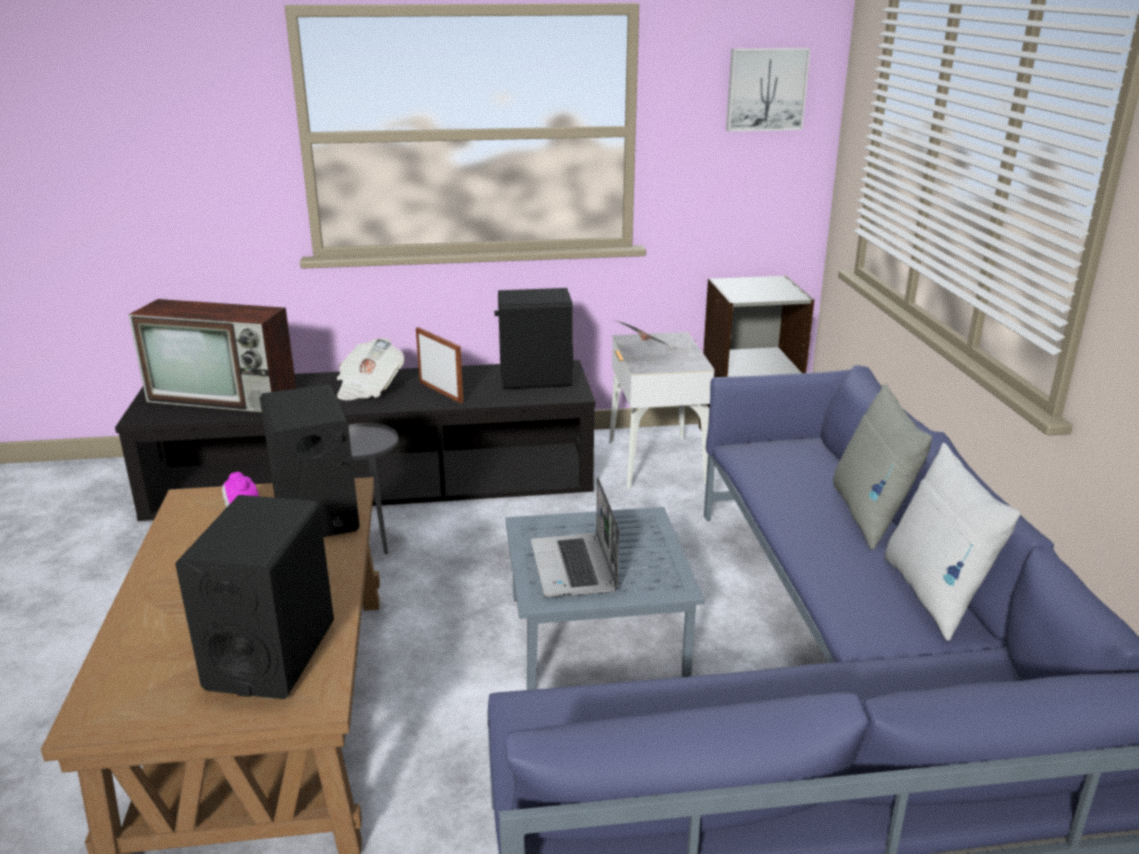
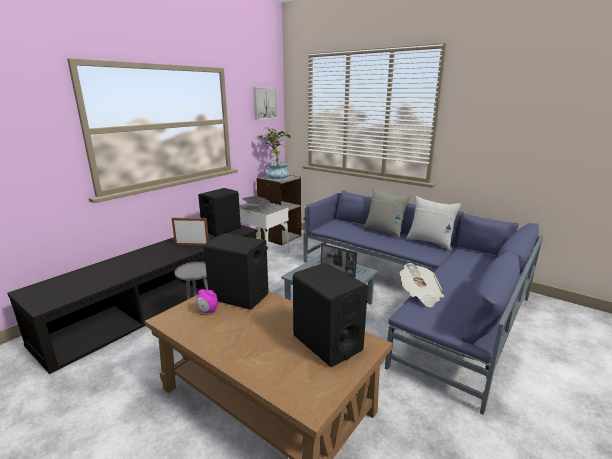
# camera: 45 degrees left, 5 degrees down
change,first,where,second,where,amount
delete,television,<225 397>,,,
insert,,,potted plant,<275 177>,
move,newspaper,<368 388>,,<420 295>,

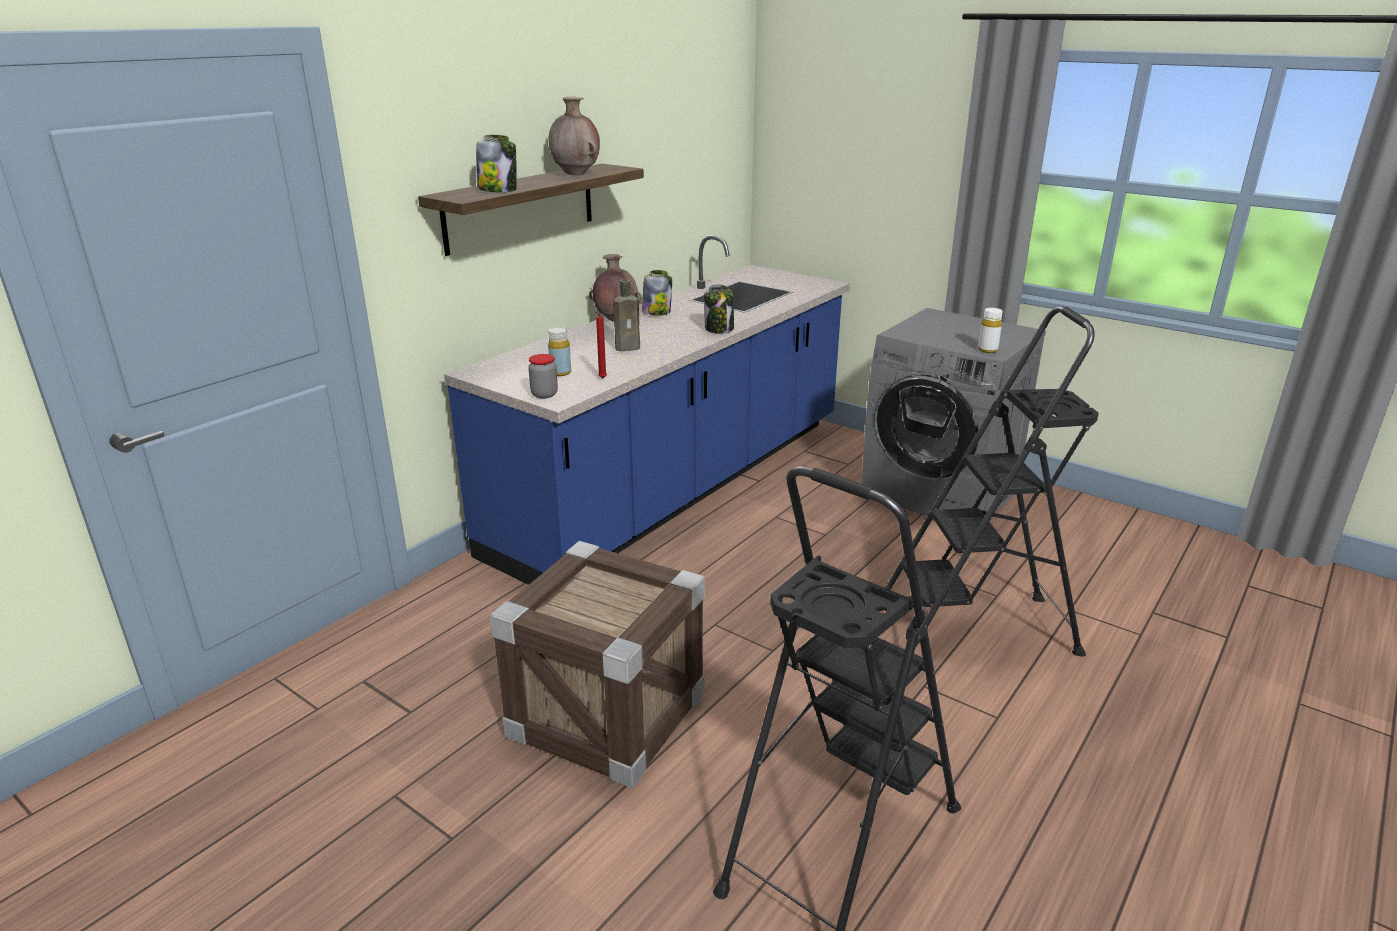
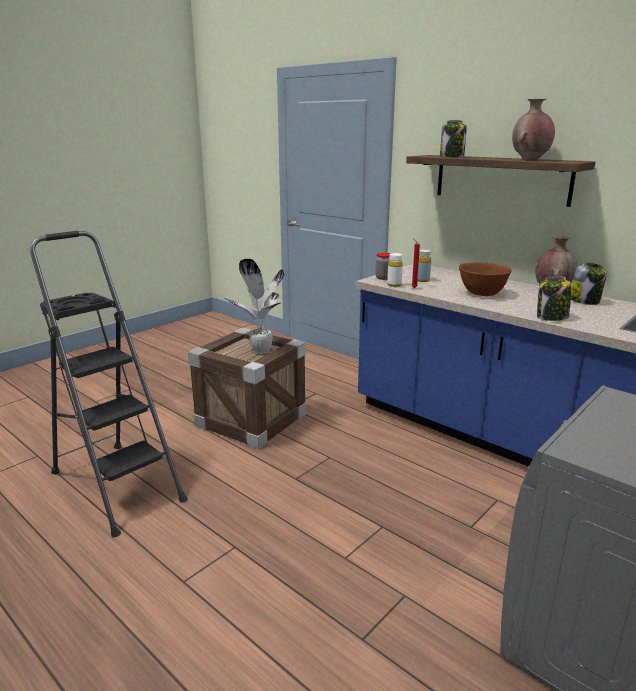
# camera: 95 degrees right, 5 degrees down
change,first,where,second,where,amount
delete,step ladder,<977 630>,,,
insert,,,potted plant,<260 352>,
move,white bottle,<987 350>,,<394 285>,
replace,brown bottle,<629 348>,brown bowl,<481 293>,

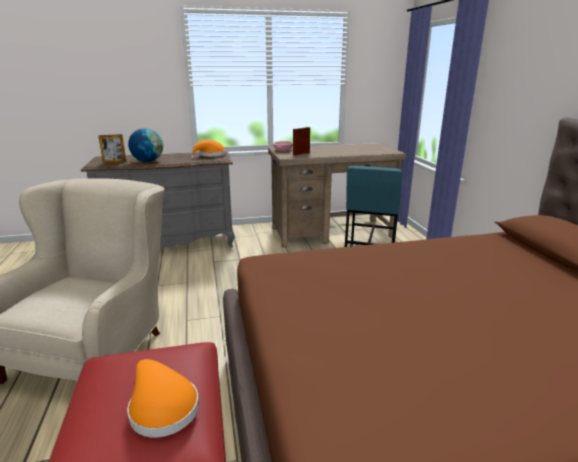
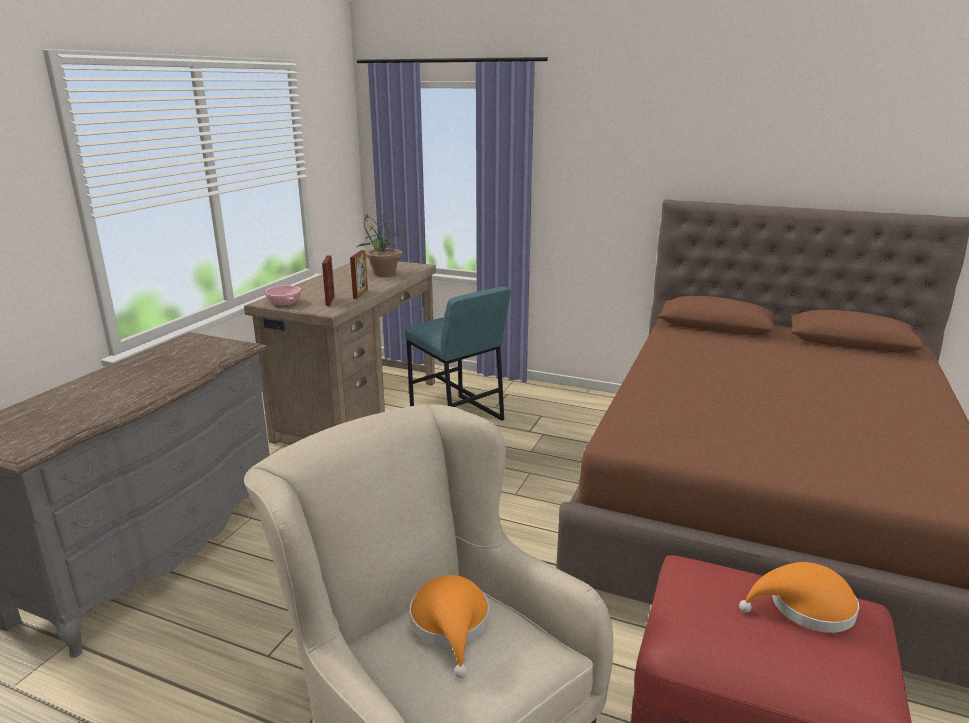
# camera: 55 degrees left, 0 degrees up
change,first,where,second,where,amount
delete,globe,<148 161>,,,
insert,,,potted plant,<383 273>,
move,picture frame,<114 162>,,<360 294>,
move,orange hat,<210 155>,,<451 625>,

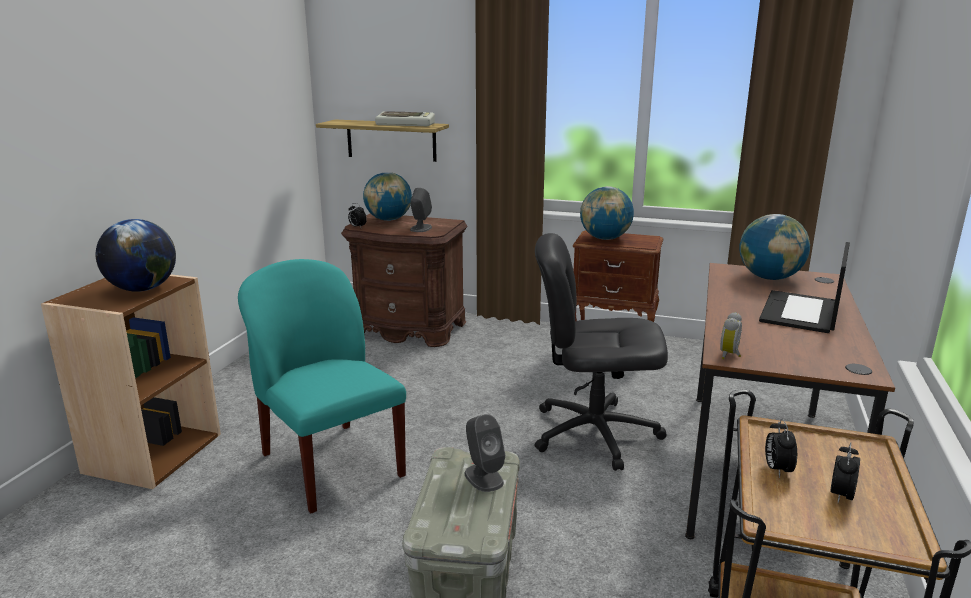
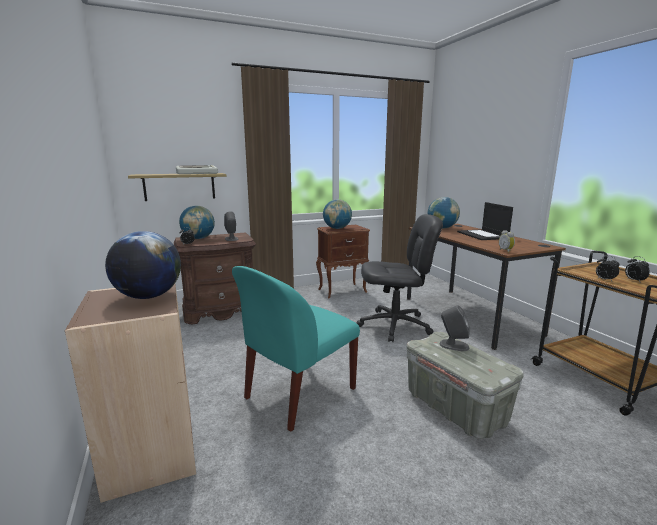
# camera: 40 degrees left, 5 degrees down
change,first,where,second,where,amount
rotate,turquoise chair,<330 464>,,<298 394>,60 degrees counterclockwise
rotate,black office chair,<594 433>,,<395 325>,150 degrees counterclockwise

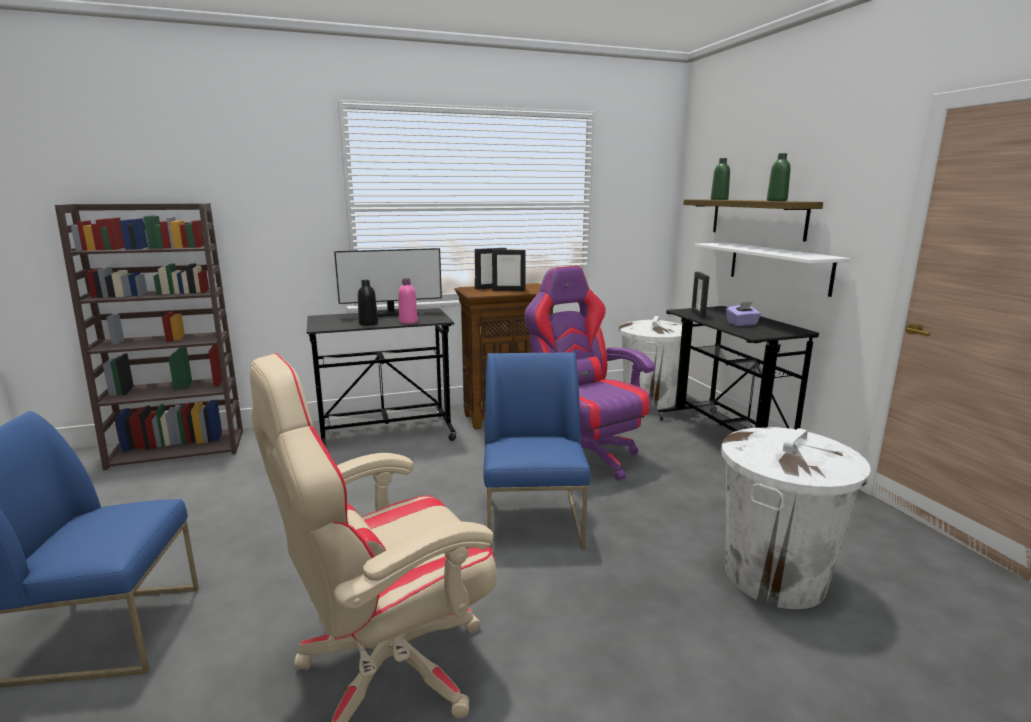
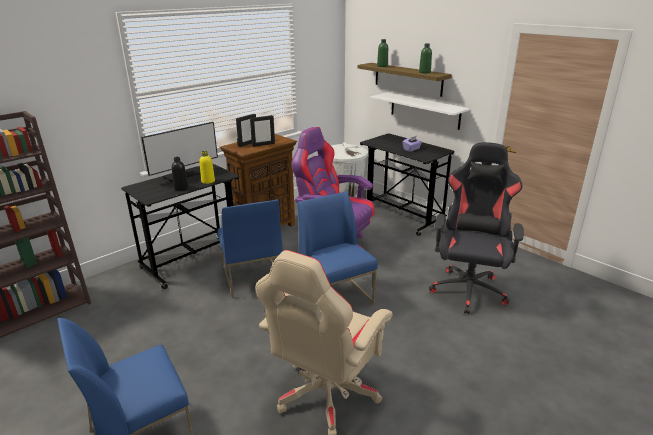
# camera: 25 degrees left, 10 degrees up
change,first,where,second,where,amount
delete,picture frame,<698 314>,,,
insert,,,blue chair,<252 277>,
replace,white trash can,<775 577>,black office chair,<468 291>,
recolor,pink bottle,<408 322>,yellow bottle,<208 181>,

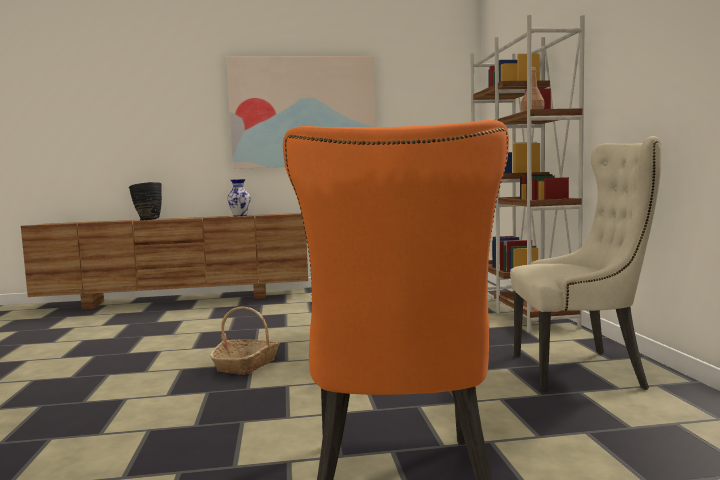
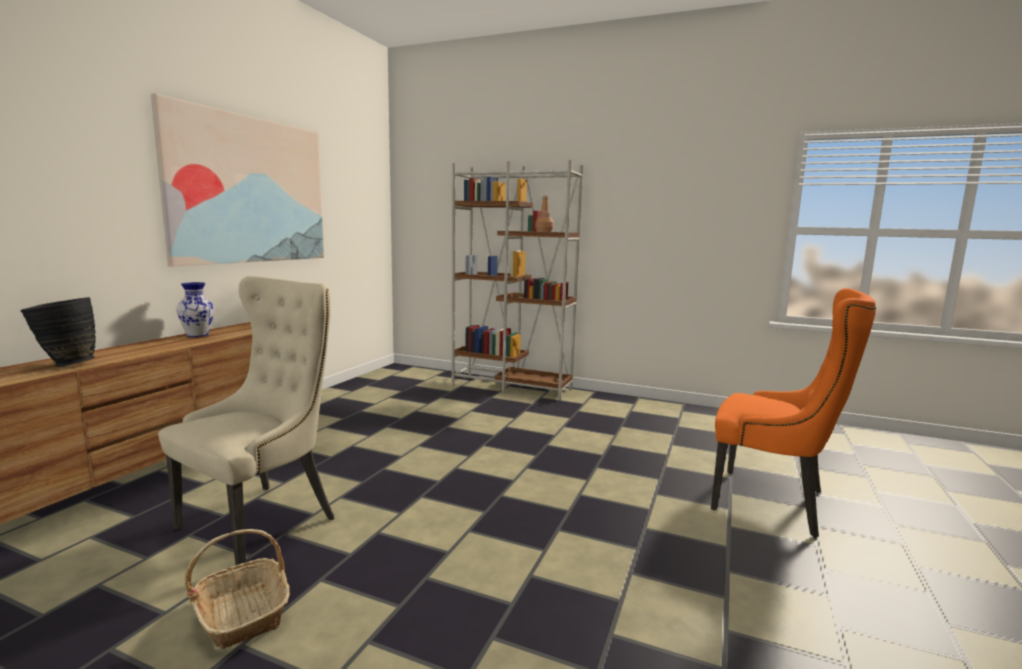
# camera: 60 degrees left, 5 degrees up
change,first,where,second,where,amount
move,basket,<247 364>,,<243 613>,
move,beige chair,<579 370>,,<260 520>,

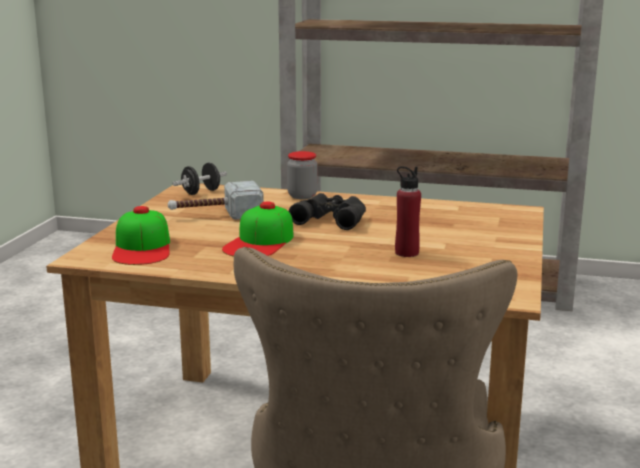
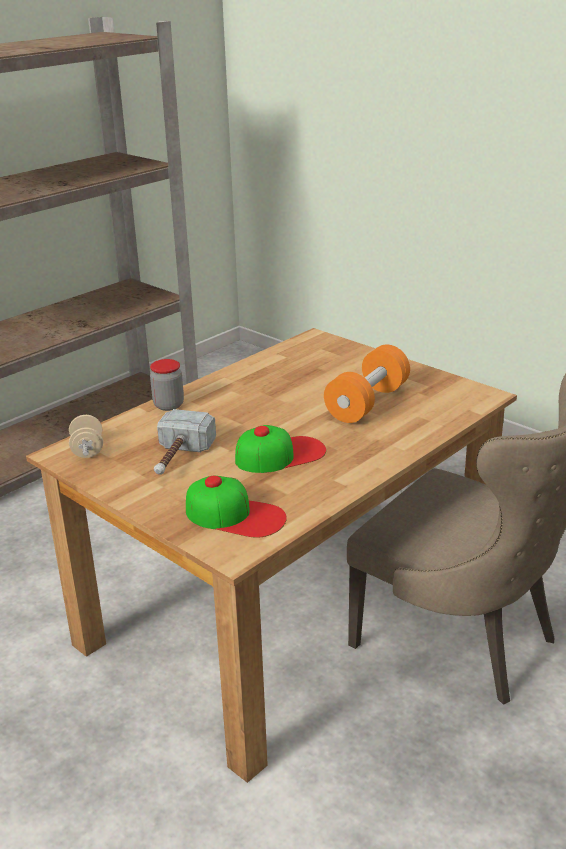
# camera: 60 degrees left, 10 degrees up
change,first,where,second,where,amount
delete,black binoculars,<332 218>,,,
replace,red bottle,<406 253>,orange dumbbell,<367 403>,
recolor,black dumbbell,<201 192>,beige dumbbell,<88 450>,
rotate,cap,<260 242>,,<280 454>,75 degrees counterclockwise

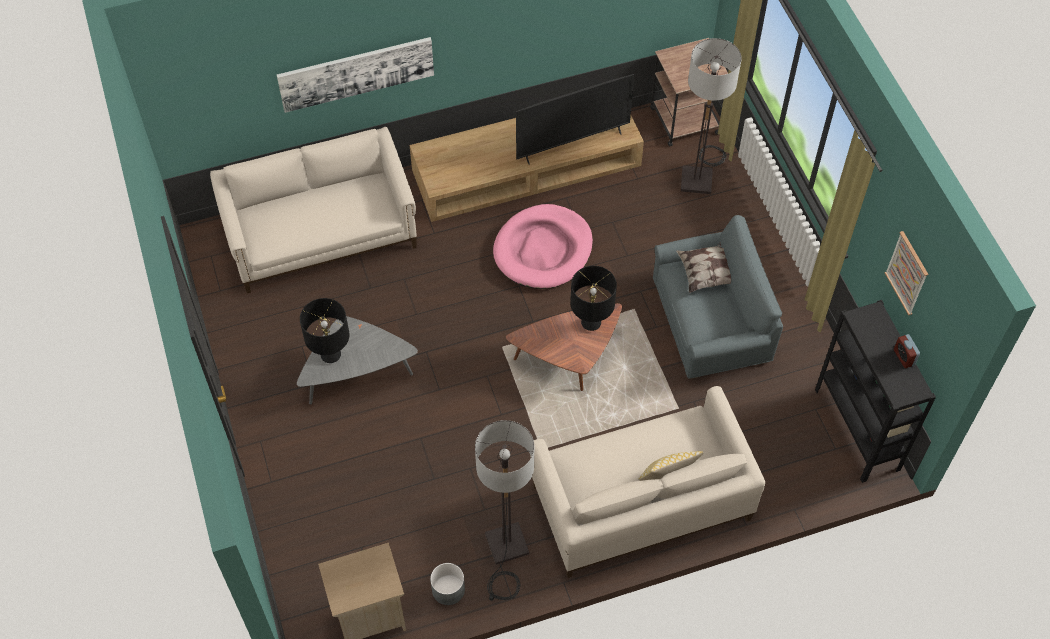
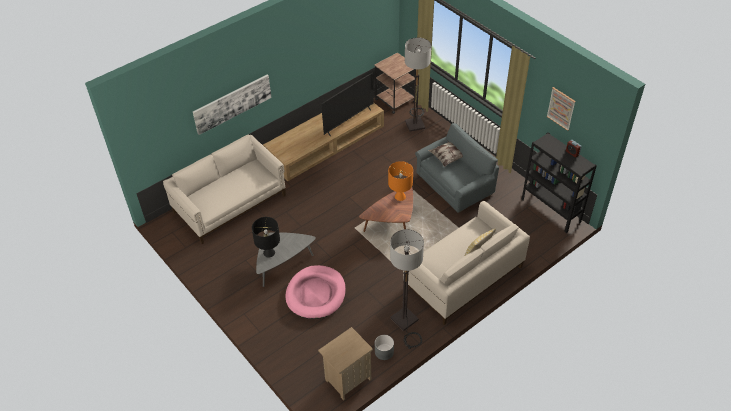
# camera: 20 degrees left, 10 degrees down
change,first,where,second,where,amount
move,pink dog bed,<543 249>,,<316 294>,
recolor,black table lamp,<591 323>,orange table lamp,<400 197>,

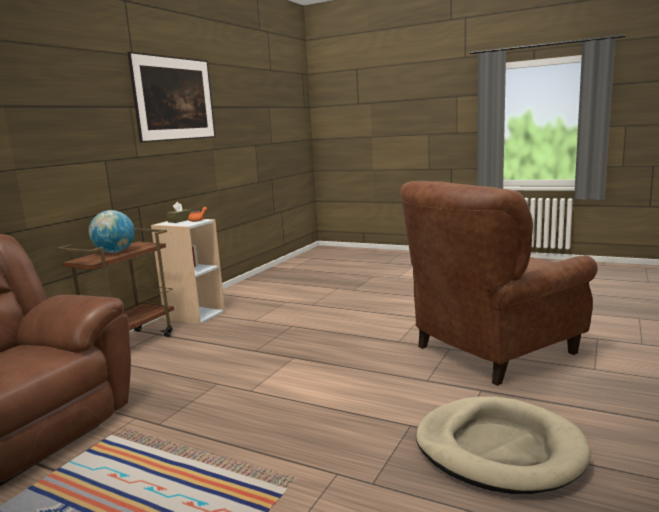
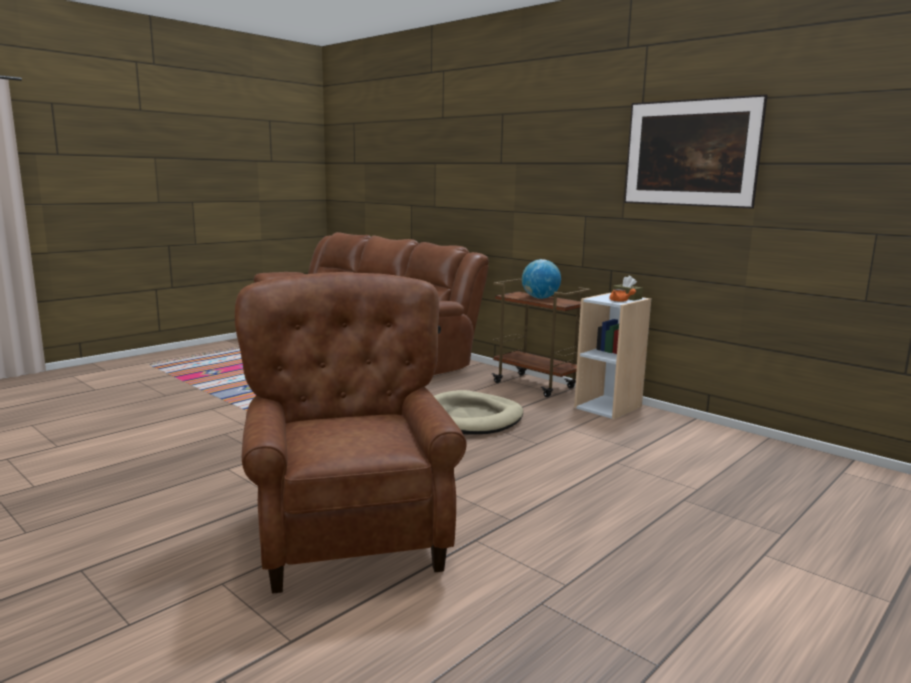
# camera: 105 degrees right, 0 degrees up
change,first,where,second,where,amount
move,beige dog bed,<498 449>,,<470 418>,

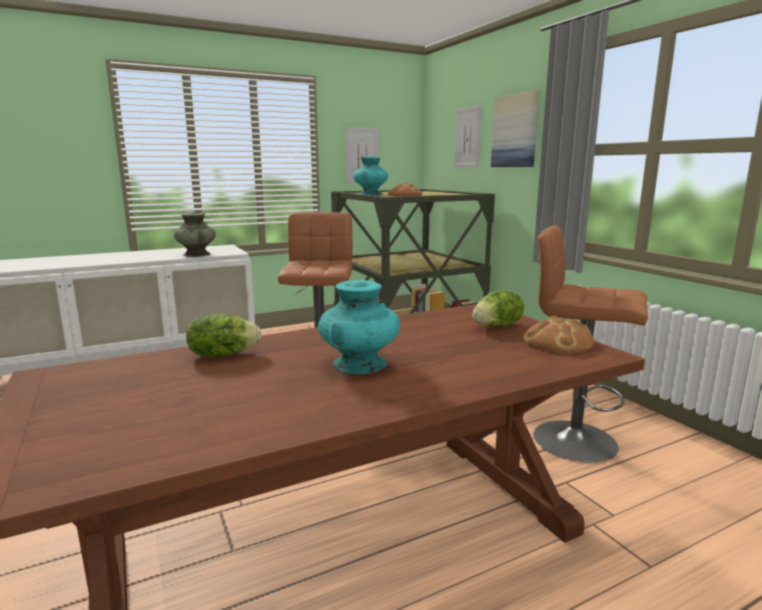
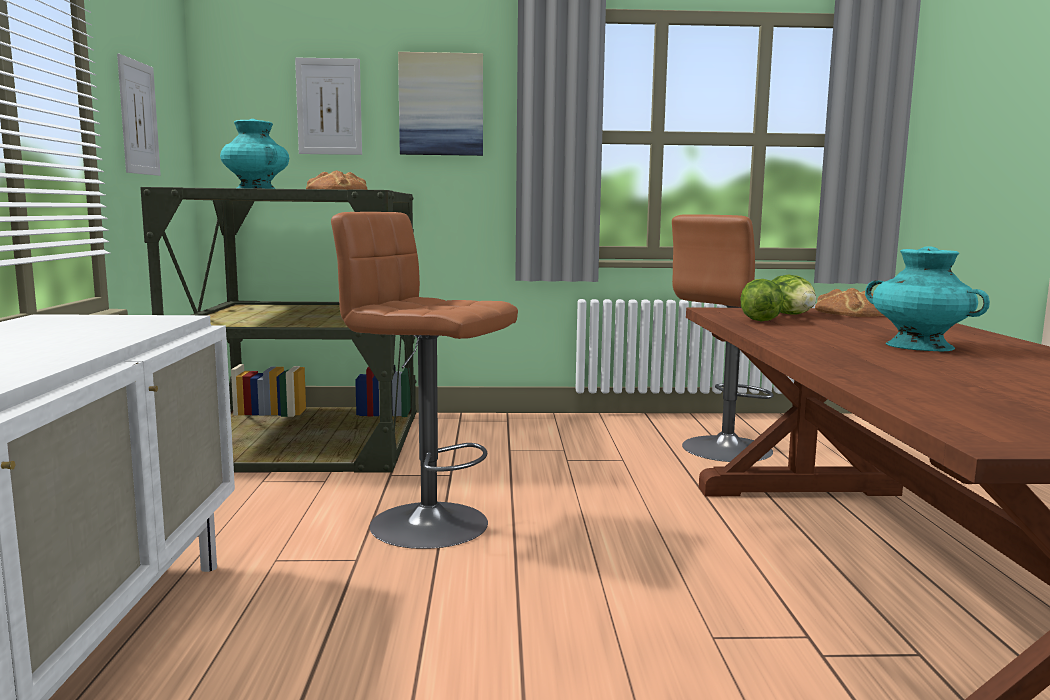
# camera: 65 degrees left, 5 degrees down
change,first,where,second,where,amount
delete,turquoise vase,<196 254>,,,
move,lettuce,<222 354>,,<759 320>,

